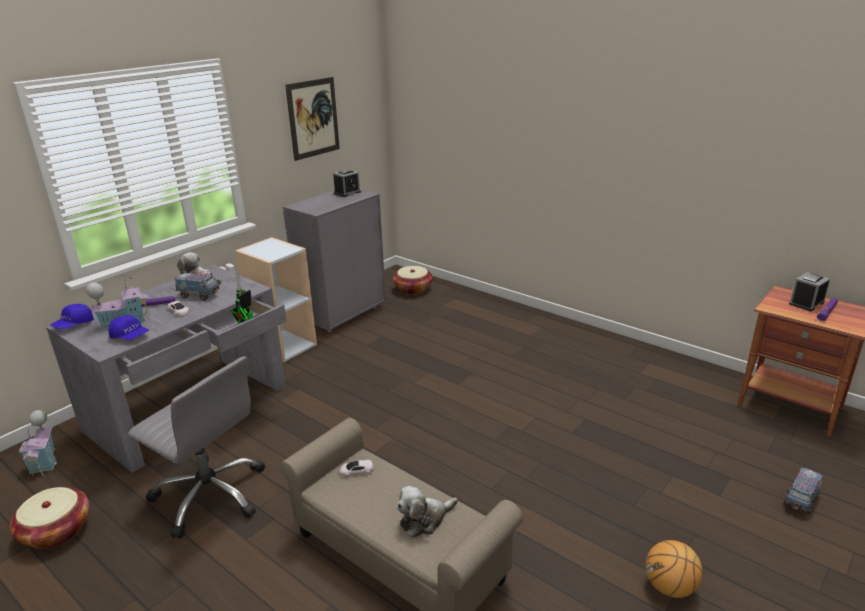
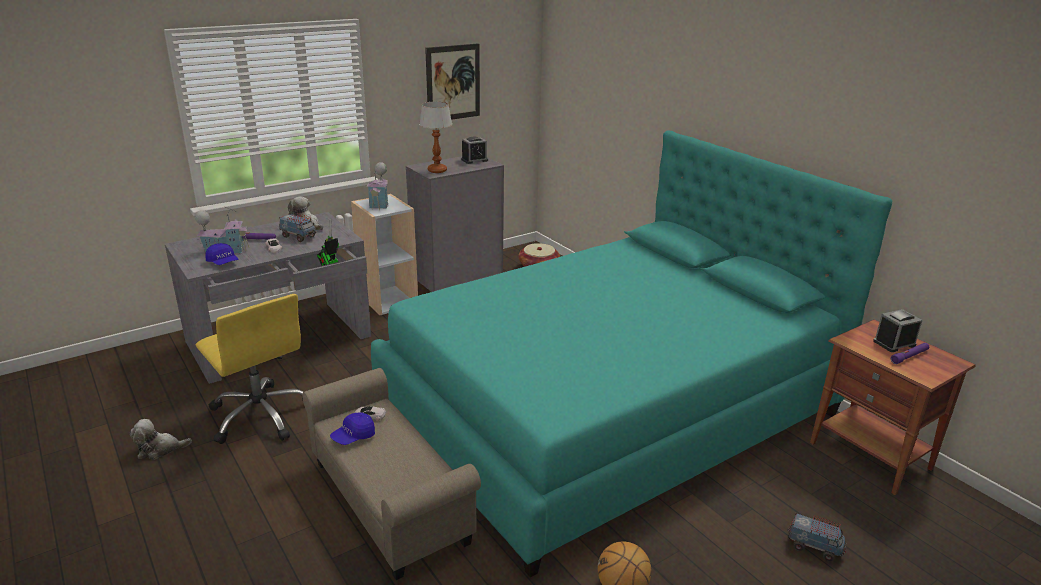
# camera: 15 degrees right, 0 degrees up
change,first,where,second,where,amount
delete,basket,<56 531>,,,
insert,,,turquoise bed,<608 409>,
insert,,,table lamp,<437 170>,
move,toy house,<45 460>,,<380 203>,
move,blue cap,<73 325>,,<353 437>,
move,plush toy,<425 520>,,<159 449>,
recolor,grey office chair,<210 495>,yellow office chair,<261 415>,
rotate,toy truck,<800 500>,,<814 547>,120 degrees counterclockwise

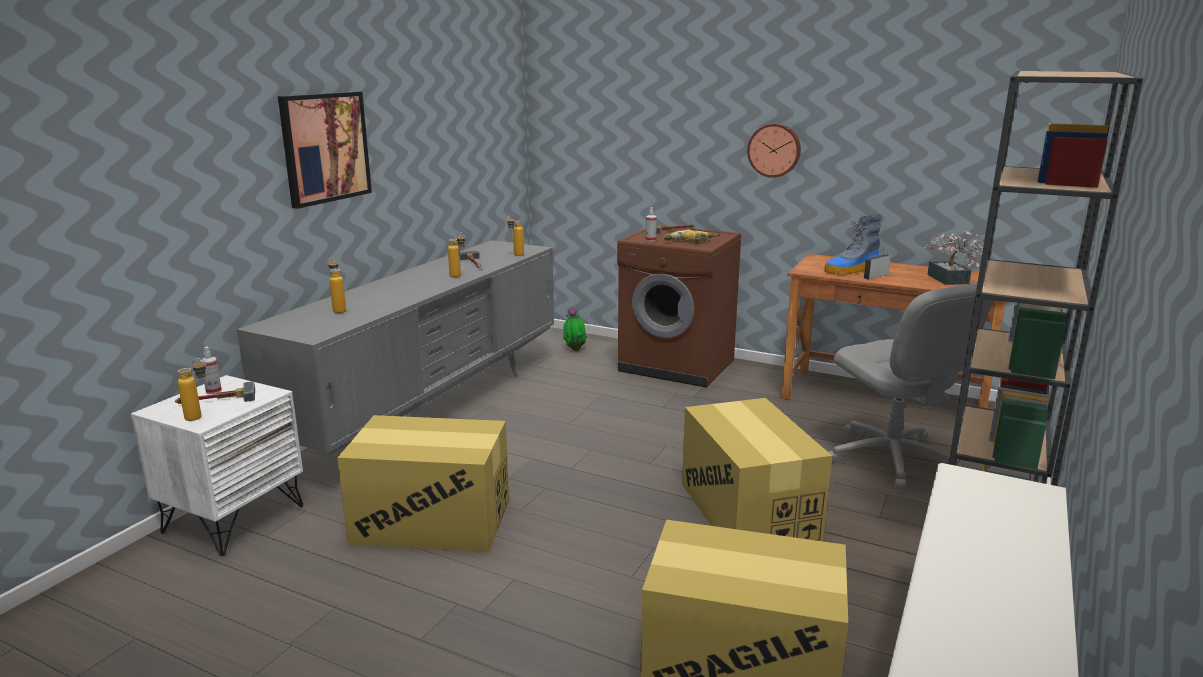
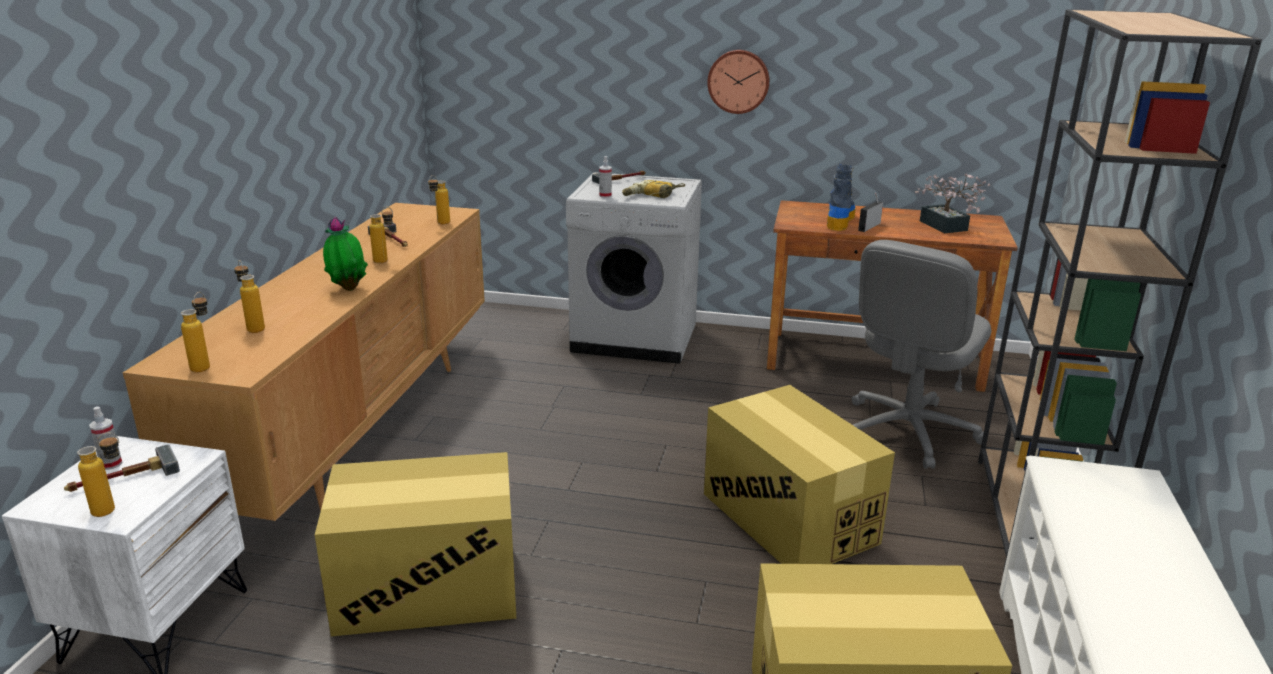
# camera: 15 degrees left, 5 degrees up
change,first,where,second,where,amount
delete,picture,<325 147>,,,
insert,,,bottle,<205 365>,
move,potted plant,<575 349>,,<348 288>,
recolor,grey cabinet,<431 407>,brown cabinet,<359 427>,
recolor,brown washing machine,<676 366>,white washing machine,<634 339>,
rotate,boot,<851 270>,,<839 220>,150 degrees clockwise
rotate,grey office chair,<891 458>,,<908 431>,75 degrees clockwise

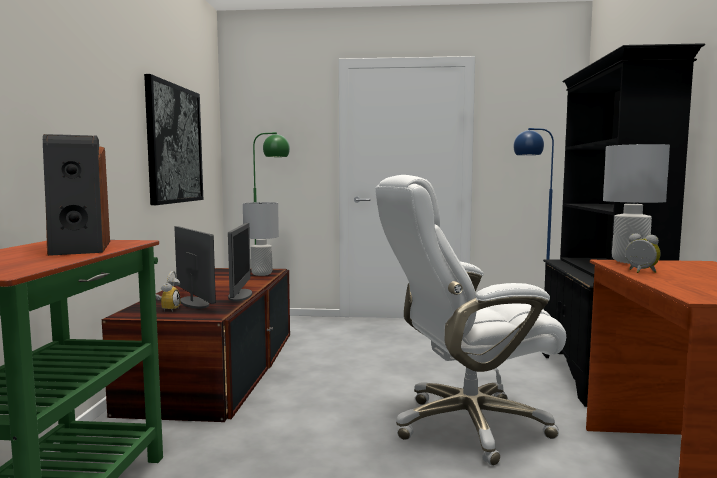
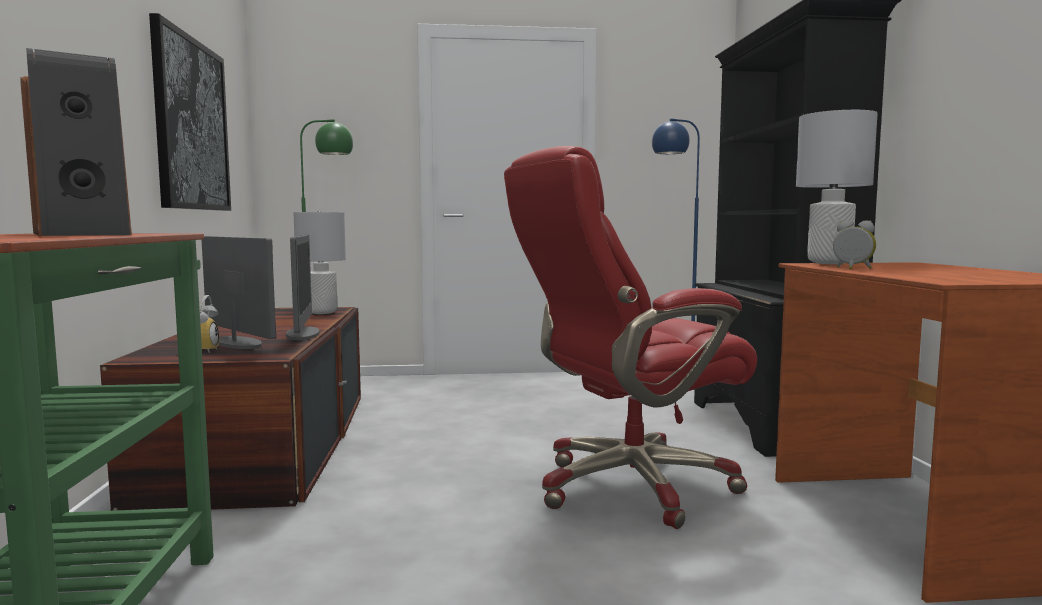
# camera: 10 degrees left, 0 degrees up
change,first,where,second,where,amount
recolor,white office chair,<464 426>,red office chair,<626 488>,

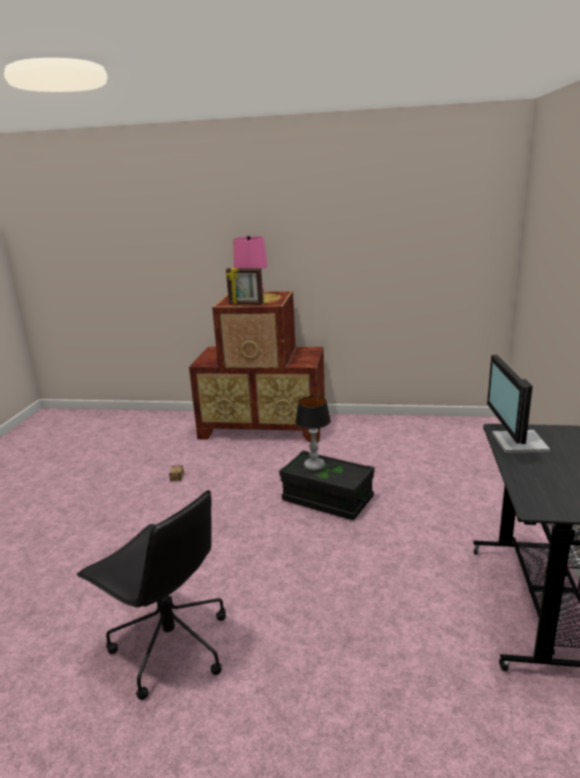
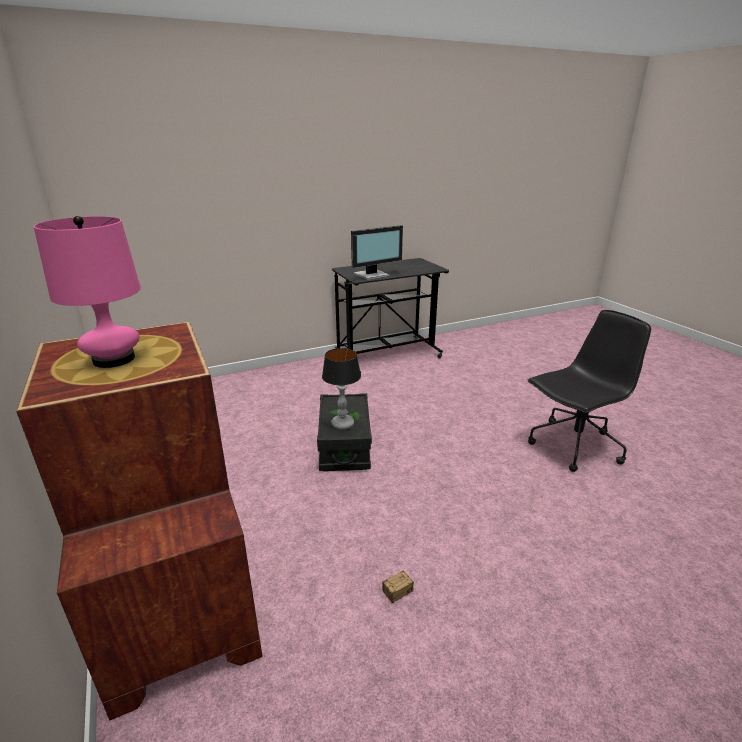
# camera: 125 degrees left, 5 degrees up
change,first,where,second,where,amount
delete,picture frame,<245 304>,,,
rotate,black office chair,<167 645>,,<571 447>,60 degrees clockwise

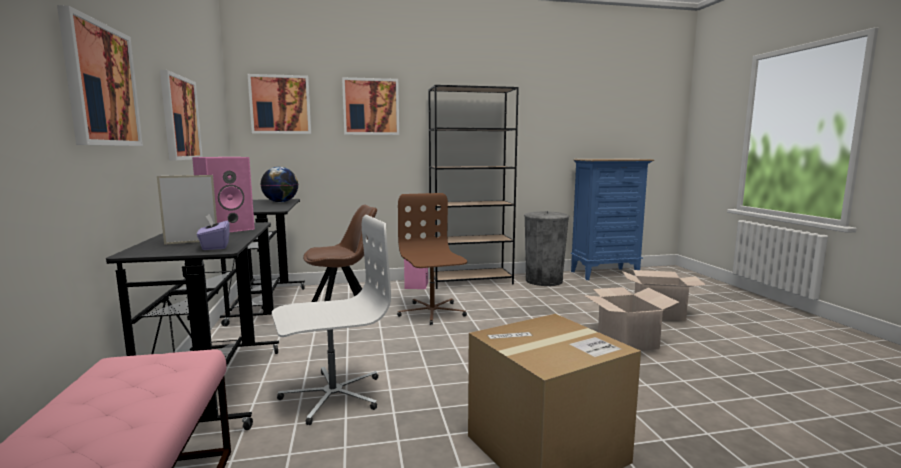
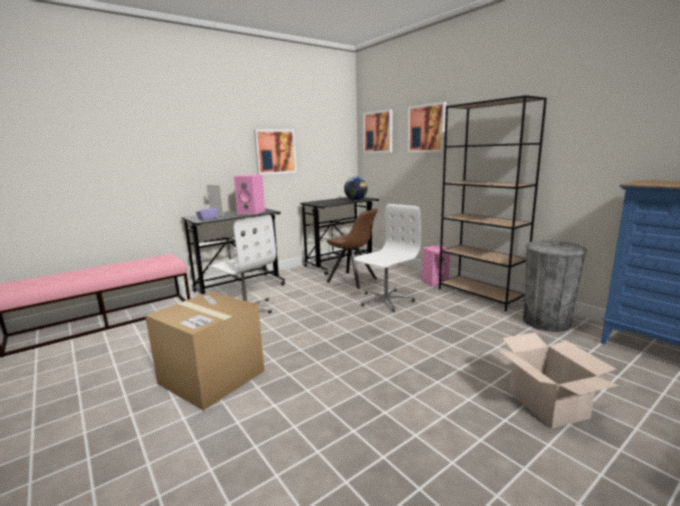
# camera: 65 degrees right, 5 degrees up
change,first,where,second,where,amount
delete,picture,<101 85>,,,
delete,cardboard box,<628 340>,,,
recolor,brown office chair,<431 312>,white office chair,<385 300>,

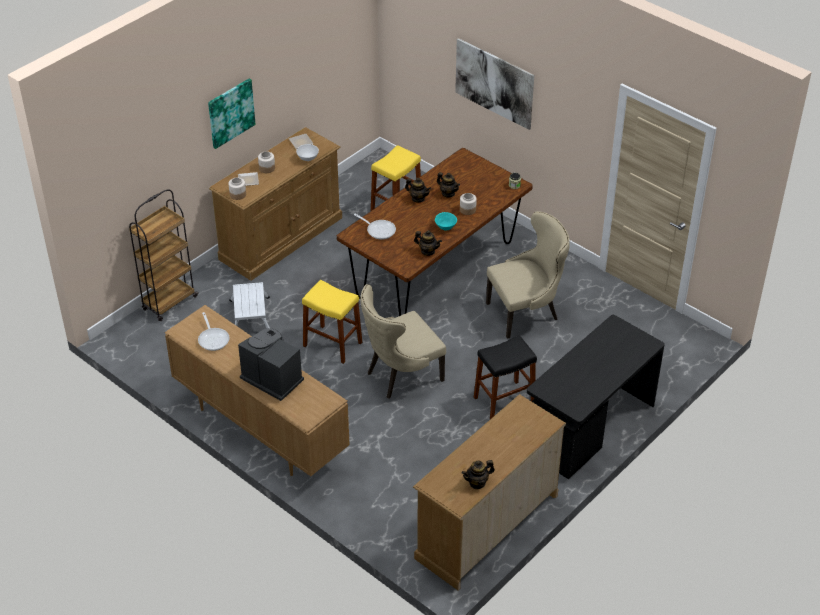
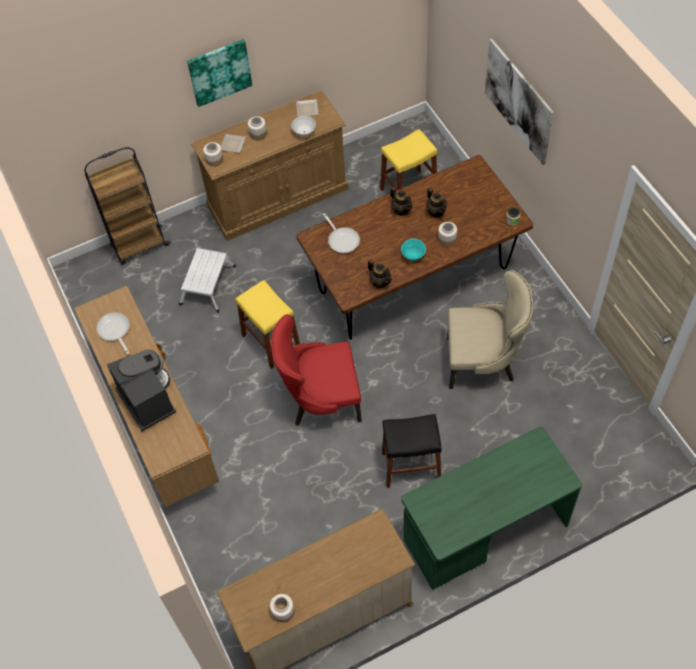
# camera: 25 degrees right, 15 degrees up
change,first,where,second,where,amount
replace,teapot,<477 483>,jar,<283 611>,
recolor,beige chair,<401 375>,red chair,<321 401>,
recolor,black desk,<589 428>,green desk,<485 530>,
rotate,frying pan,<213 339>,,<115 331>,150 degrees clockwise

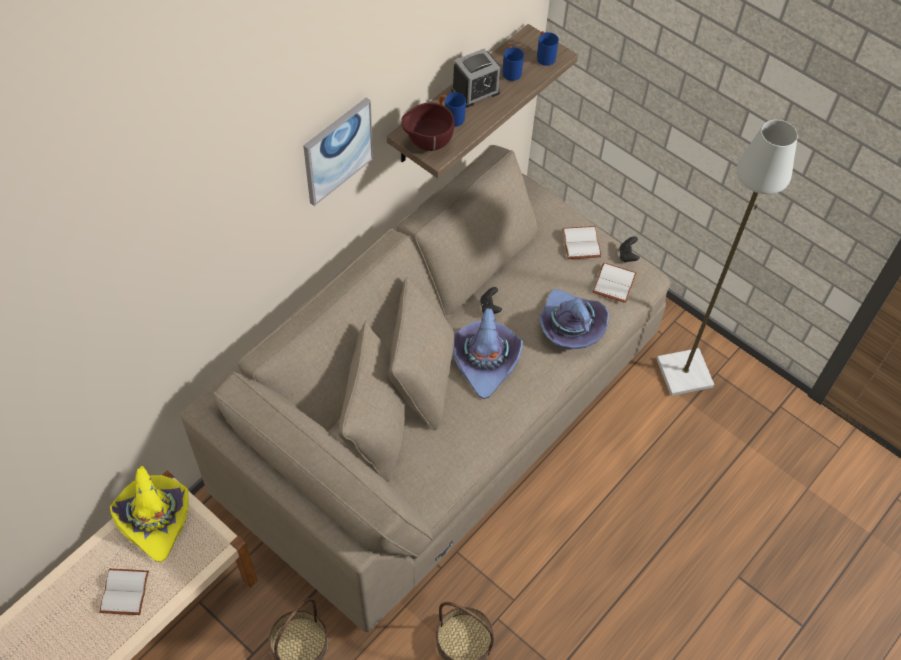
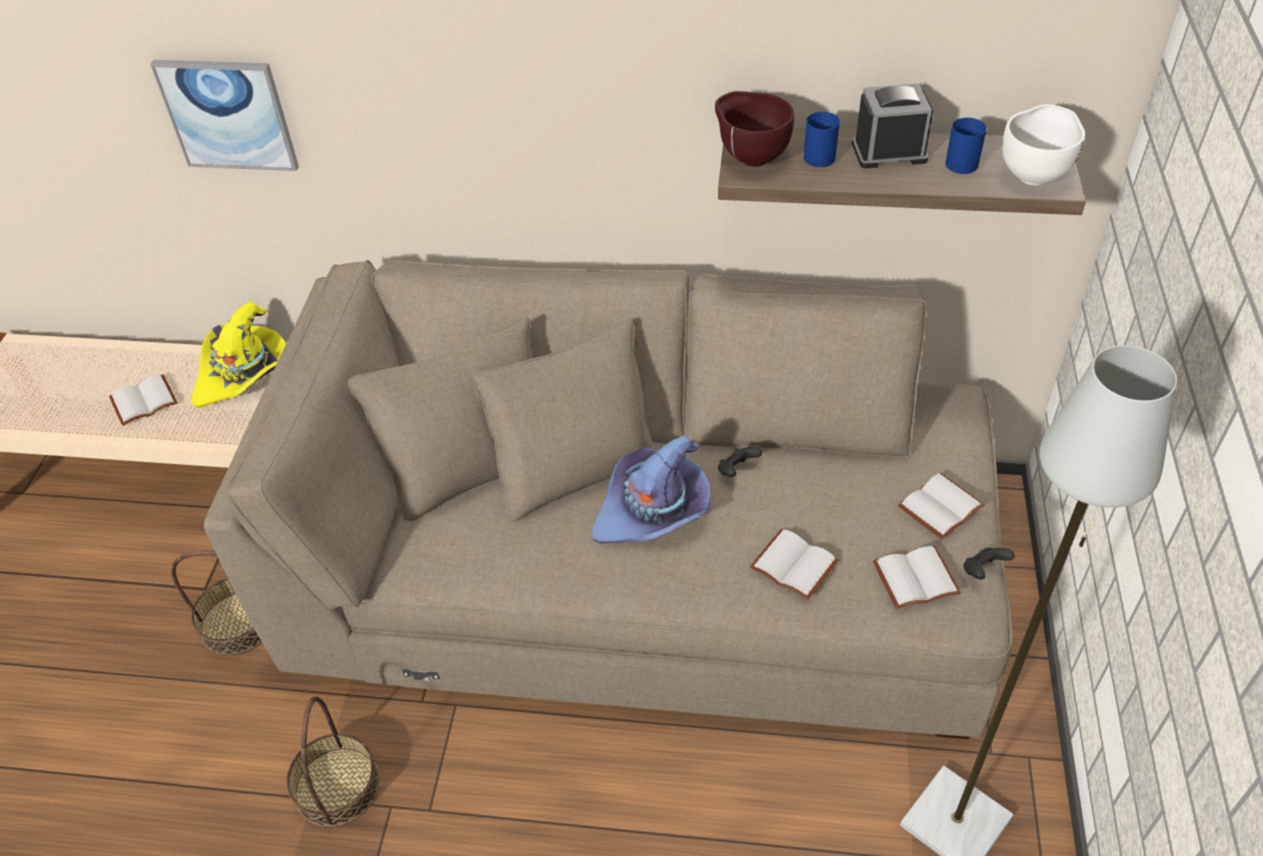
# camera: 60 degrees right, 10 degrees down
change,first,where,second,where,amount
move,picture,<337 150>,,<228 114>,
replace,blue mug,<544 56>,white bowl,<1034 176>,
replace,purple hat,<569 325>,white book,<791 566>,
rotate,alarm clock,<475 91>,,<889 152>,150 degrees clockwise

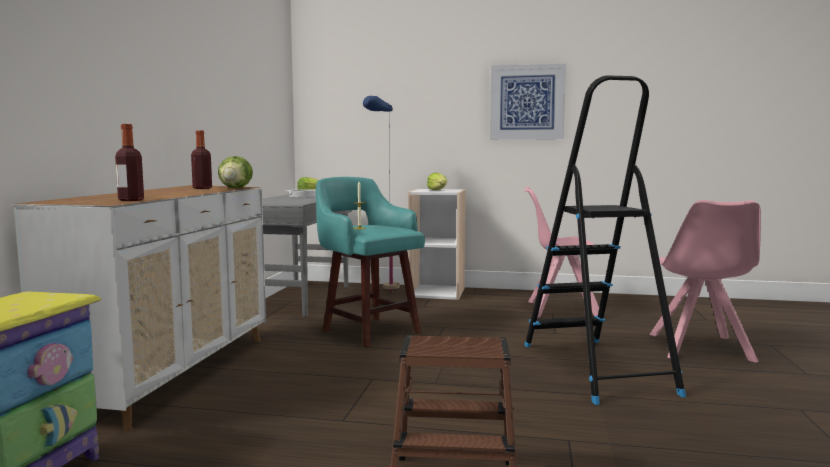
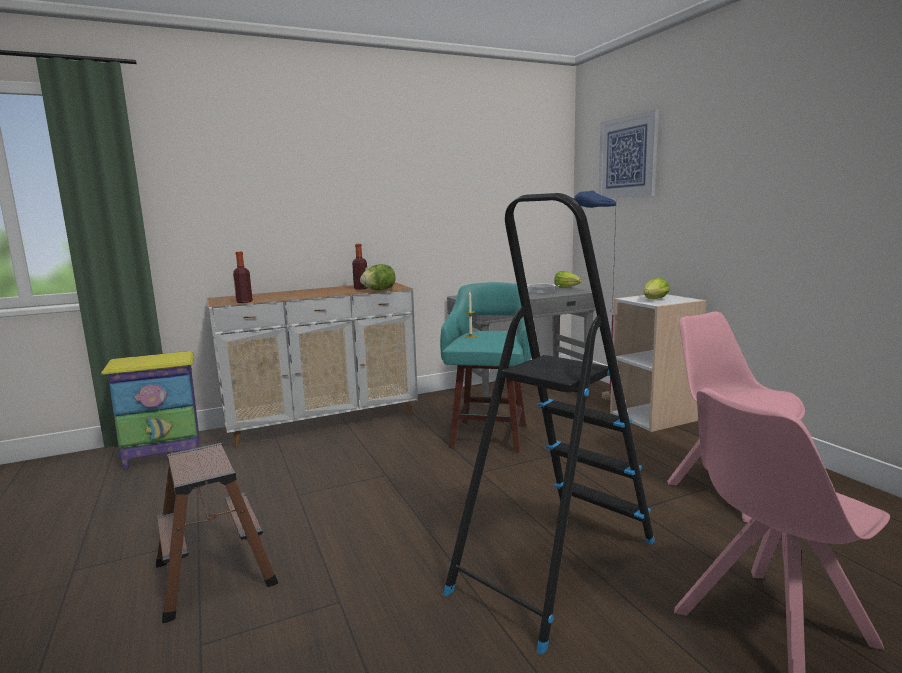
# camera: 55 degrees right, 5 degrees up
change,first,where,second,where,amount
move,picture,<527 102>,,<627 157>,

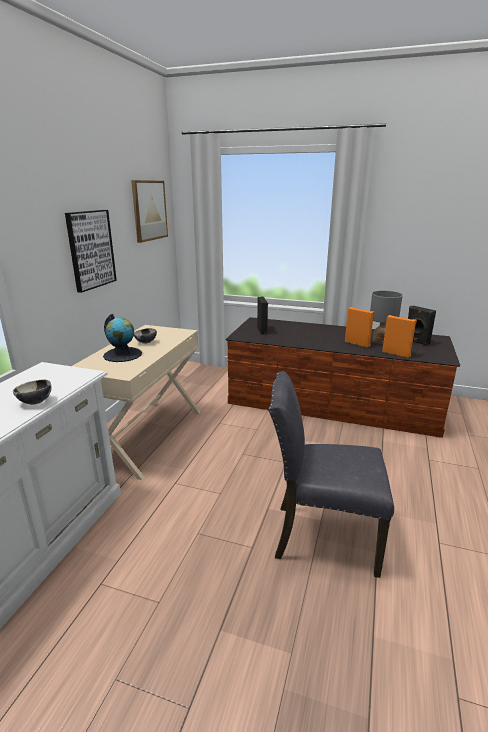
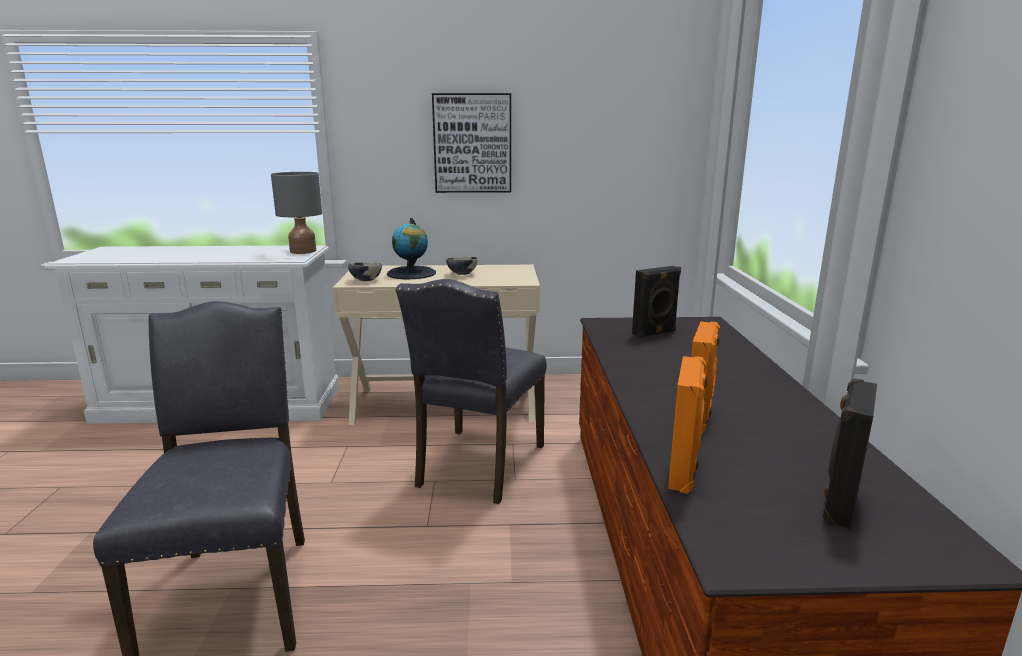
# camera: 70 degrees right, 5 degrees down
change,first,where,second,where,amount
delete,picture,<149 210>,,,
insert,,,grey chair,<478 466>,
move,bowl,<35 402>,,<365 280>,
move,grey table lamp,<381 341>,,<302 251>,

